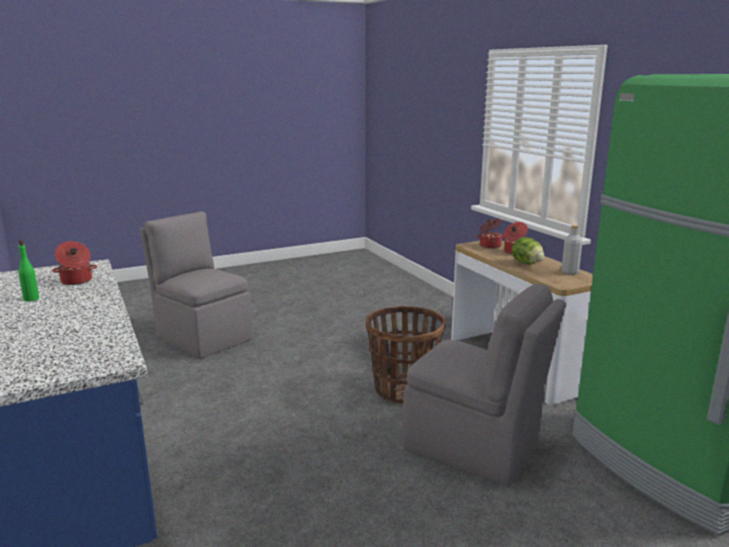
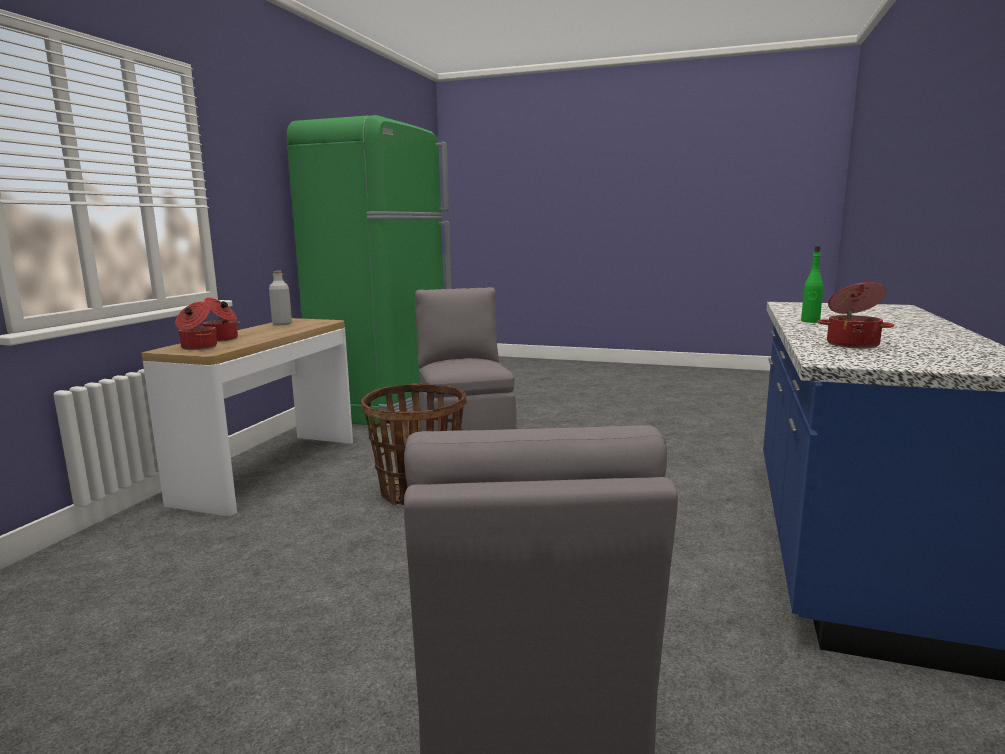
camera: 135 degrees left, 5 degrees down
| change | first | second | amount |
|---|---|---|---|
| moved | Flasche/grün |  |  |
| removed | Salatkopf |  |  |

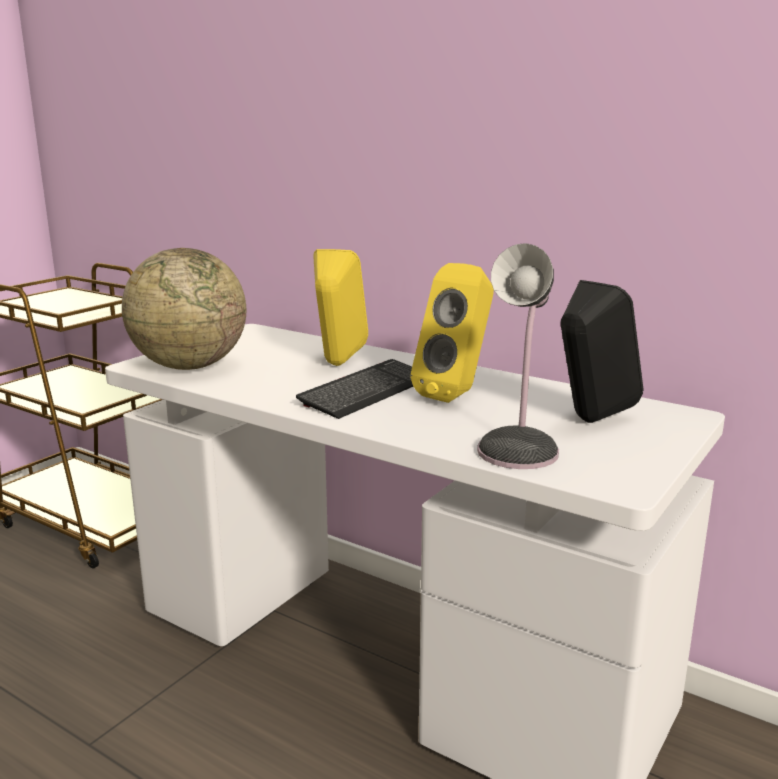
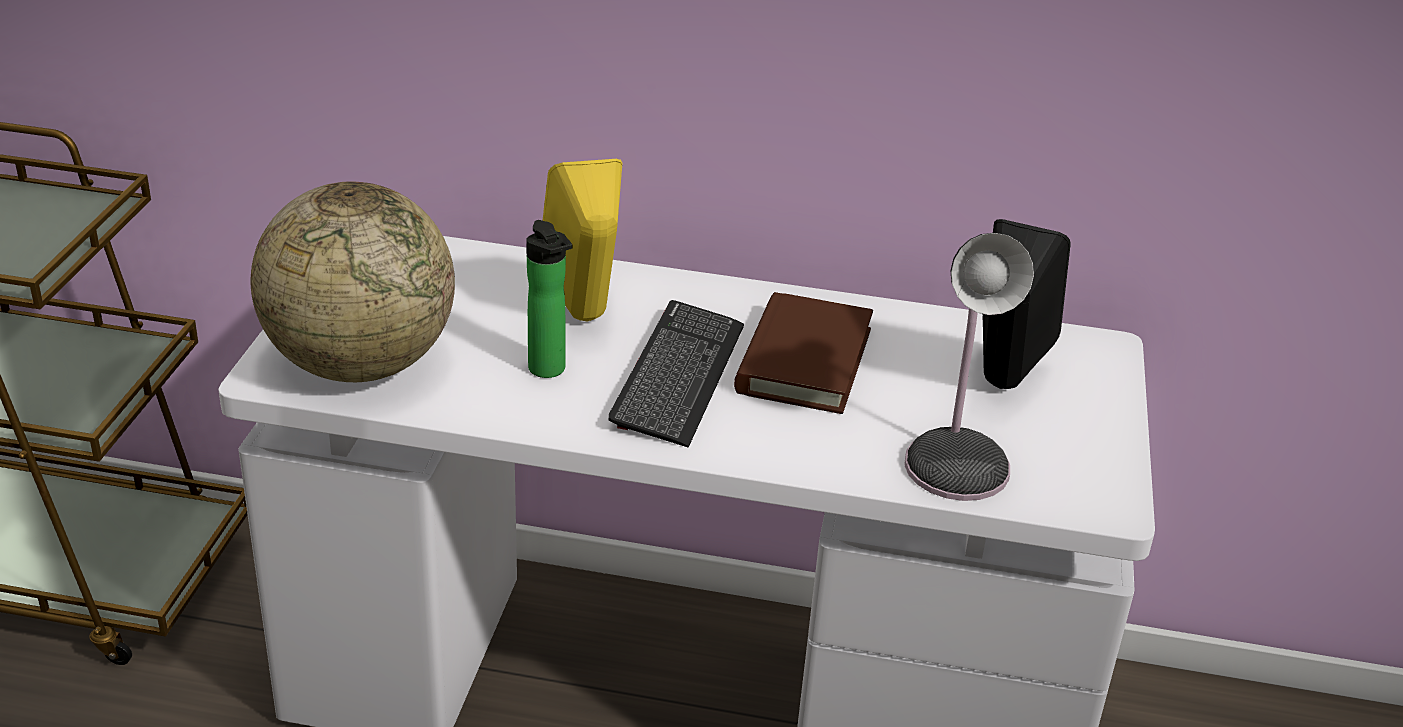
camera: 25 degrees left, 15 degrees up
| change | first | second | amount |
|---|---|---|---|
| replaced | Lautsprecher/gelb (2nd from left) | Buch/braun |  |
| added |  | Flasche |  |

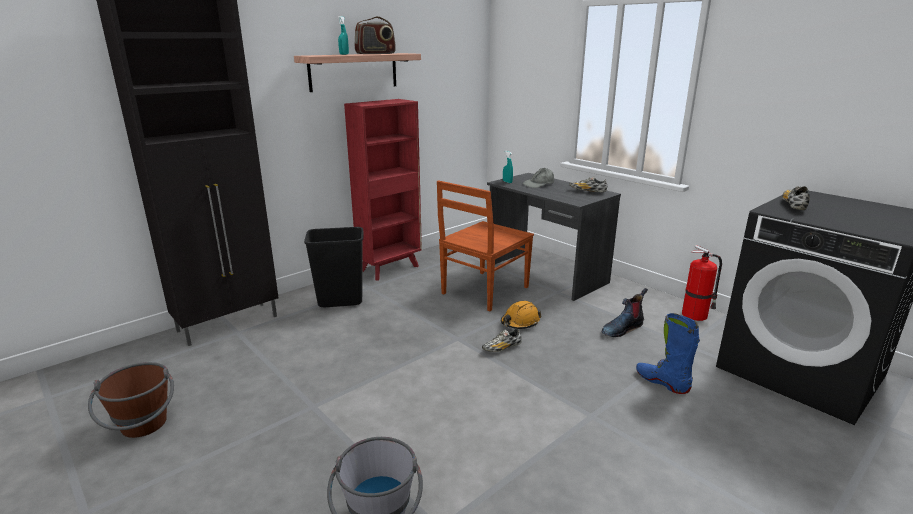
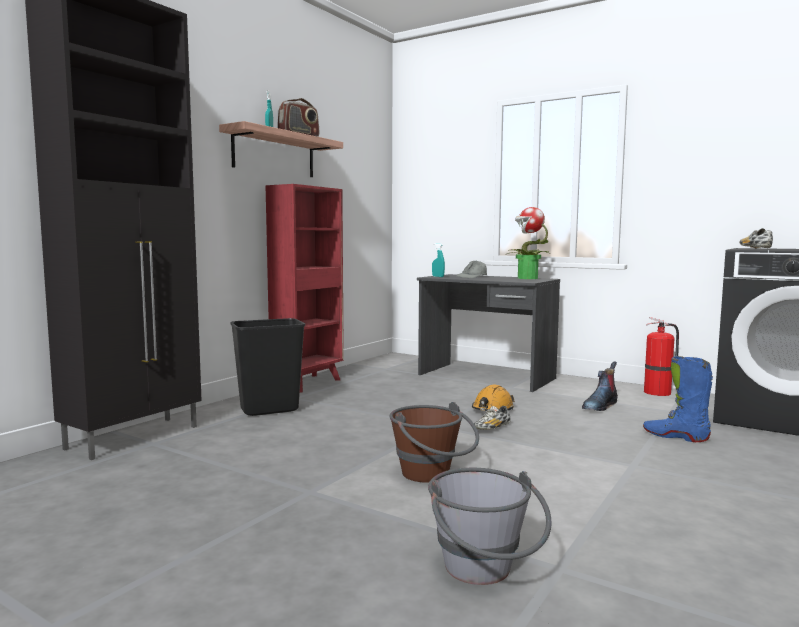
camera: 15 degrees left, 15 degrees down
| change | first | second | amount |
|---|---|---|---|
| moved | Eimer/braun |  |  |
| removed | Stuhl/braun |  |  |
| replaced | Schuh (2nd from left) | Topfpflanze |  |

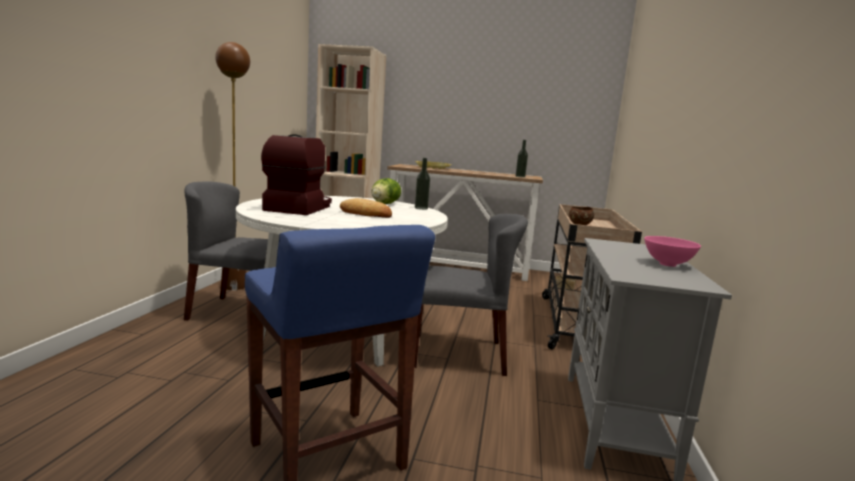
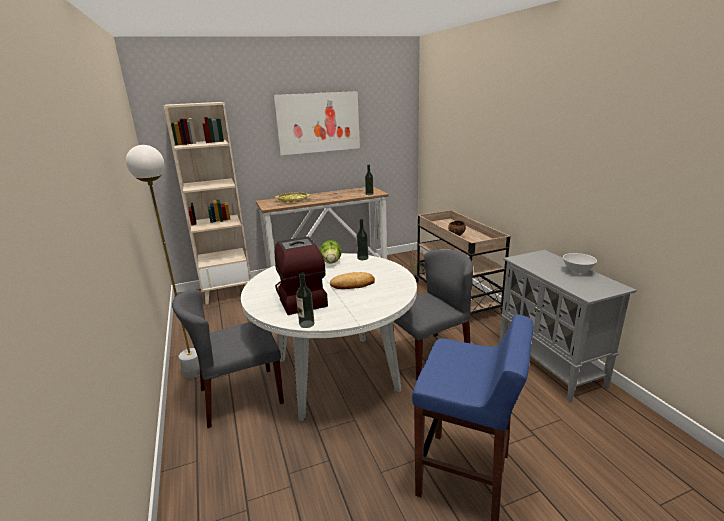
camera: 30 degrees left, 10 degrees up
| change | first | second | amount |
|---|---|---|---|
| recoloured | Stehlampe/braun | Stehlampe/weiß |  |
| recoloured | Schüssel/rosa | Schüssel/weiß |  |
| added |  | Bild |  |
| added |  | Flasche (1st from left) |  |

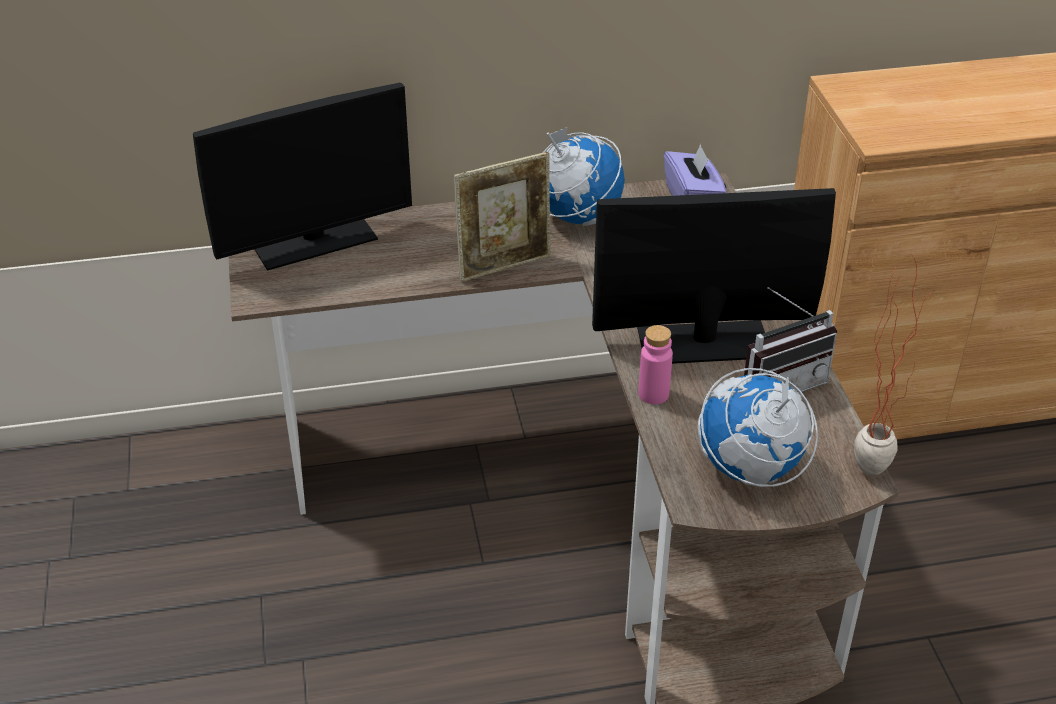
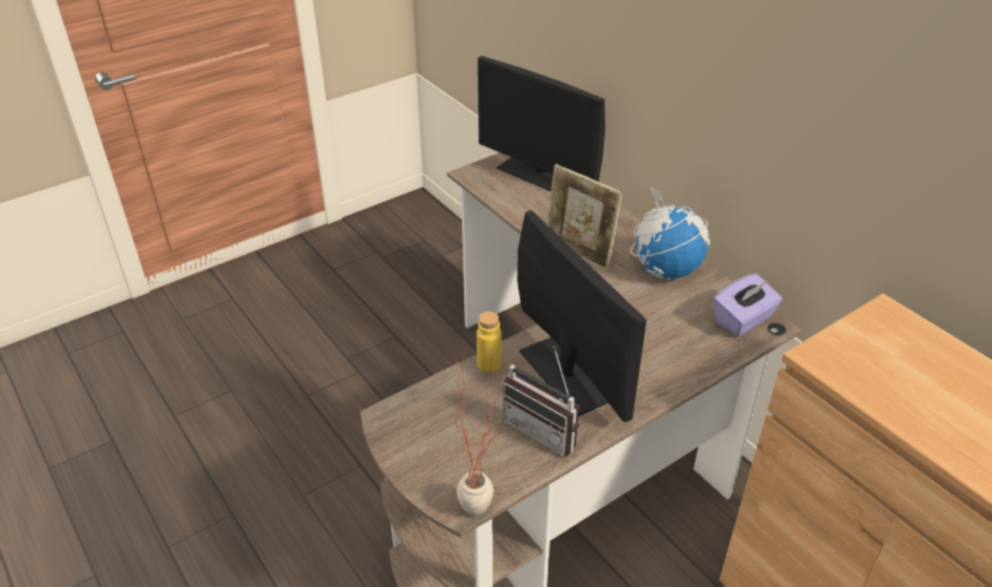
camera: 65 degrees right, 0 degrees up
| change | first | second | amount |
|---|---|---|---|
| recoloured | Flasche/rosa | Flasche/gelb |  |
| removed | Globus (2nd from left) |  |  |

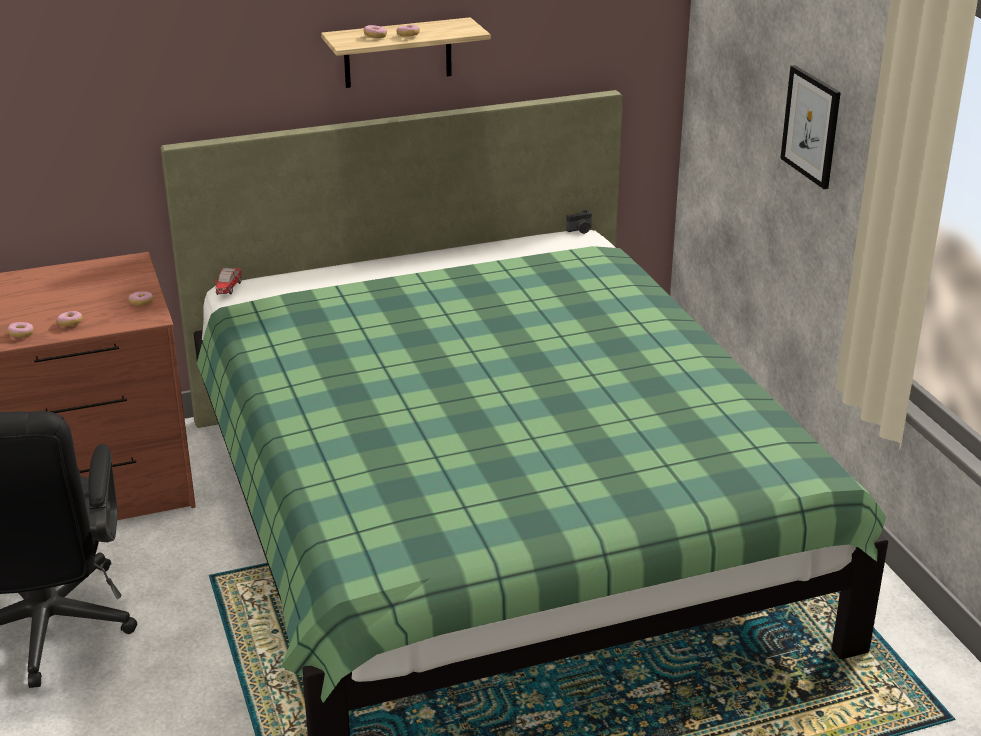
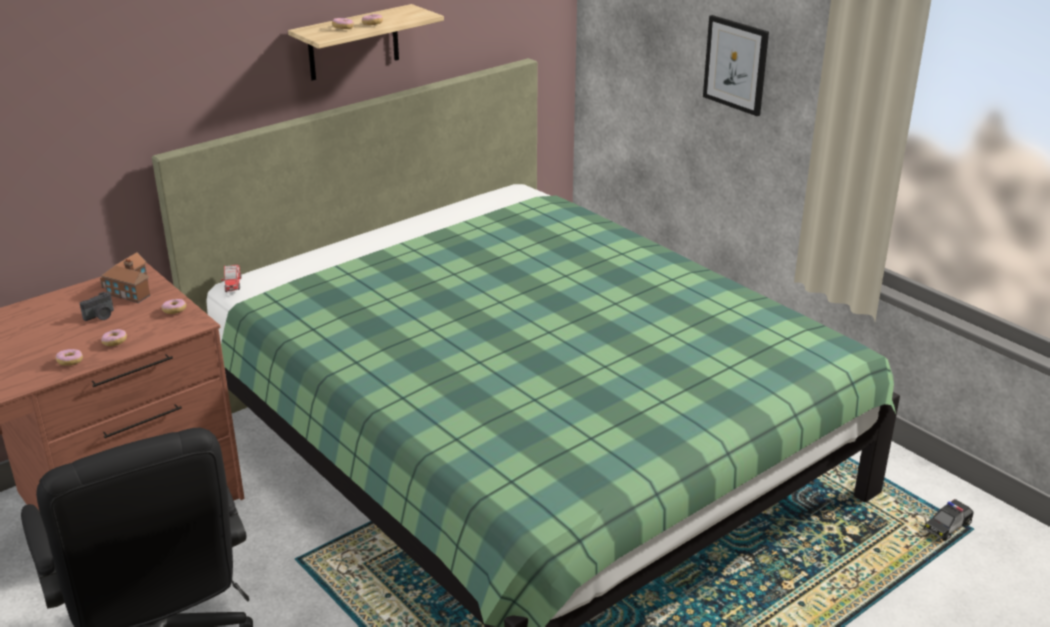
camera: 20 degrees left, 0 degrees up
| change | first | second | amount |
|---|---|---|---|
| moved | Kamera |  |  |
| added |  | Spielzeughaus |  |
| added |  | Spielzeugauto (2nd from left) |  |

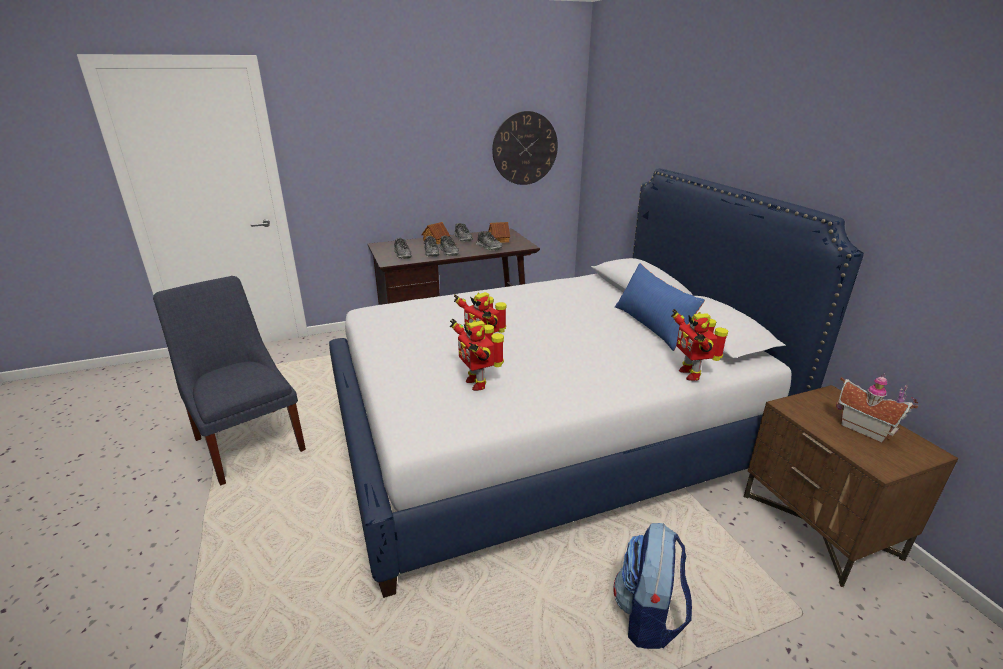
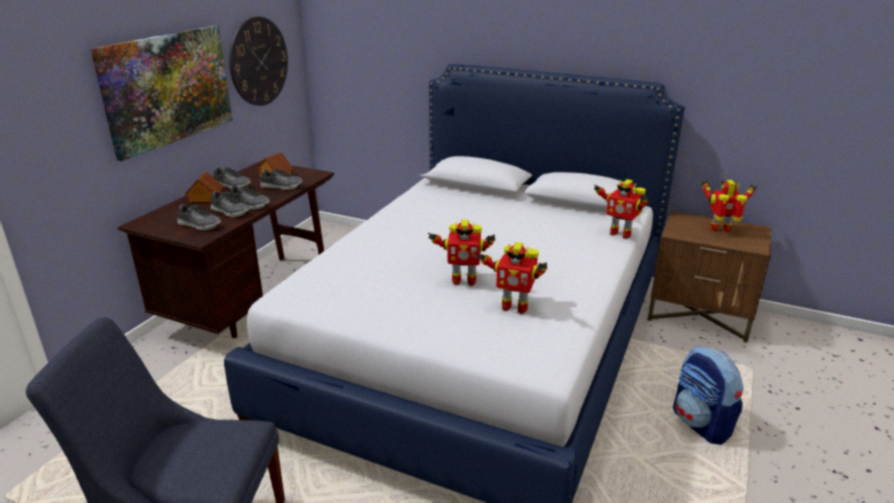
camera: 45 degrees left, 0 degrees up
| change | first | second | amount |
|---|---|---|---|
| removed | Kissen/blau |  |  |
| replaced | Spielzeughaus (3rd from left) | Spielzeugroboter (4th from left) |  |
| added |  | Bild |  |

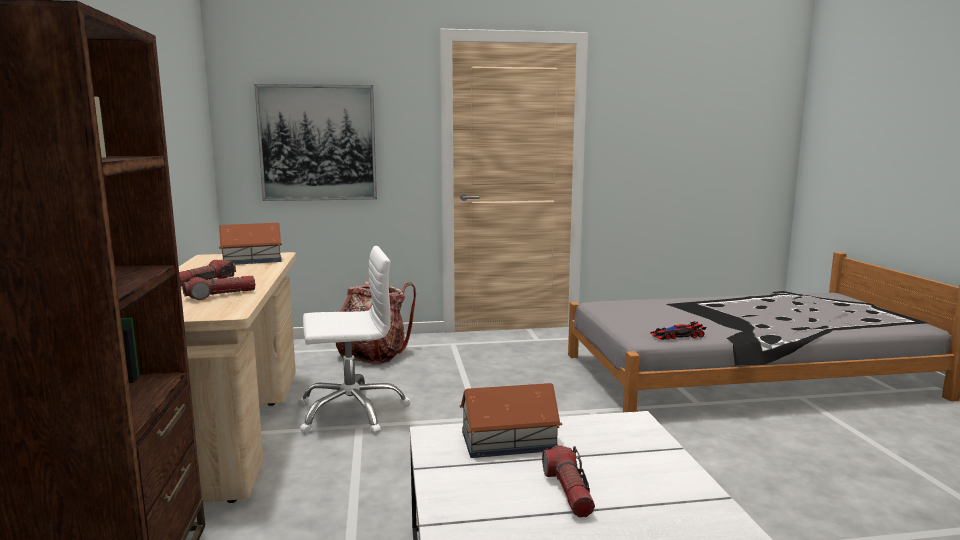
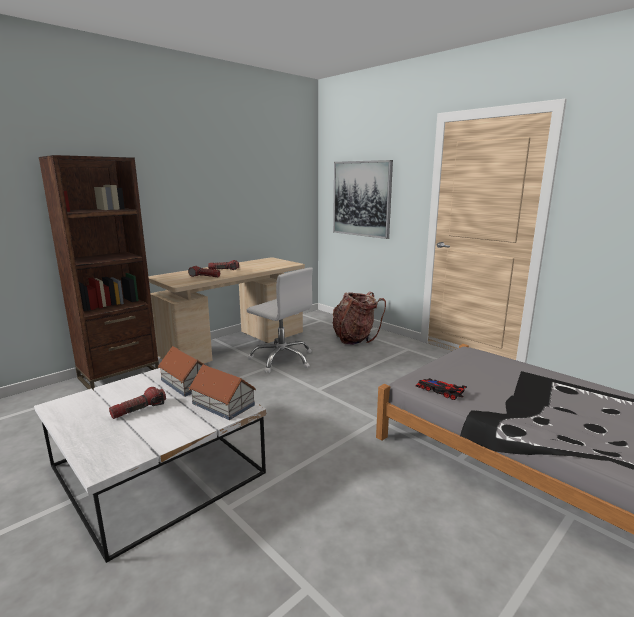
camera: 55 degrees right, 5 degrees up
| change | first | second | amount |
|---|---|---|---|
| moved | Spielzeughaus (1st from left in the first image) | Spielzeughaus (2nd from left) |  |

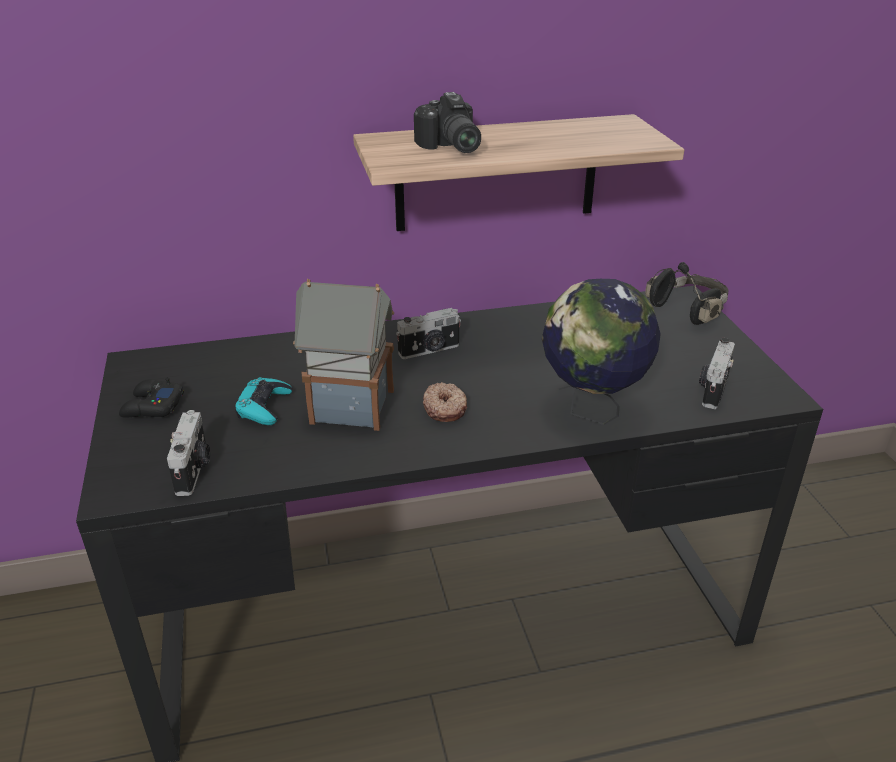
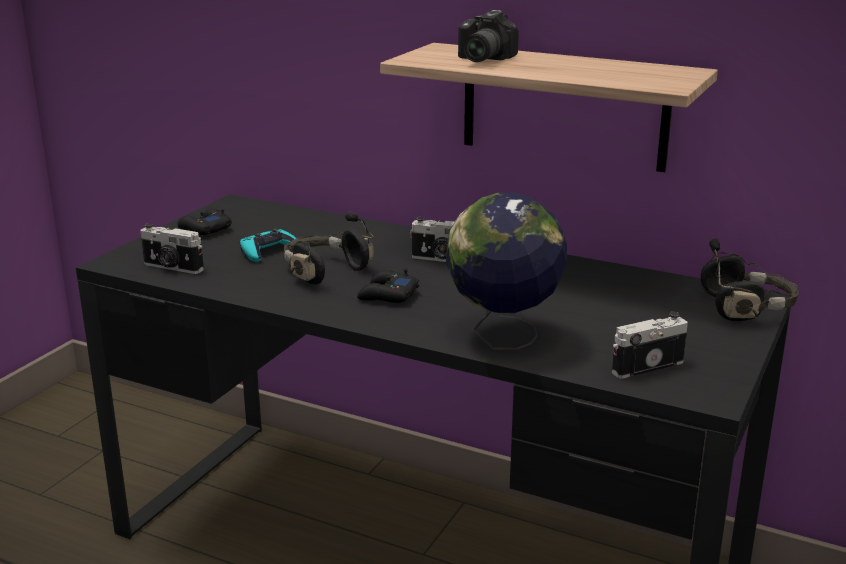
camera: 40 degrees right, 10 degrees down
| change | first | second | amount |
|---|---|---|---|
| turned | Kamera (1st from left) |  | 75 degrees clockwise |
| replaced | Spielzeughaus | Kopfhörer/schwarz (1st from left) |  |
| replaced | Donut | Gamepad/schwarz (2nd from left) |  |

